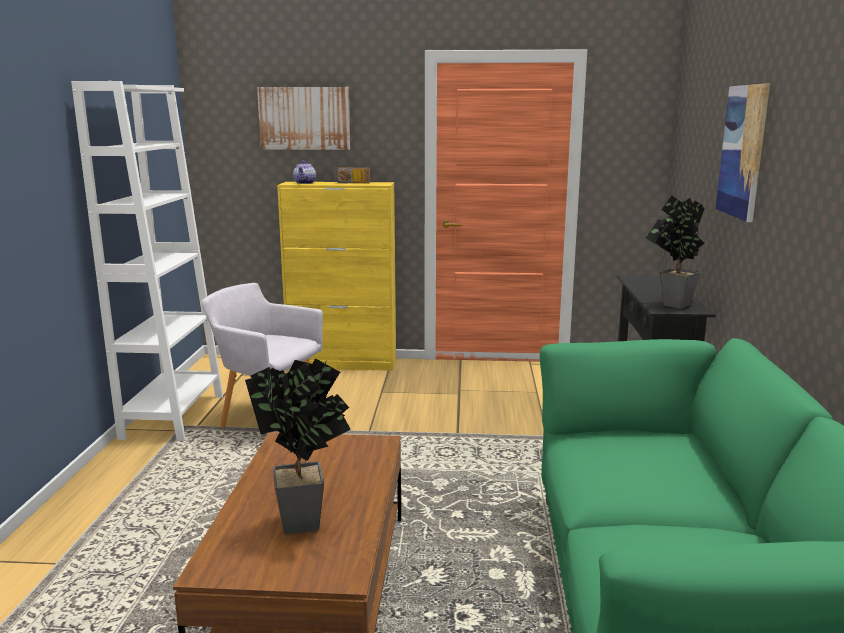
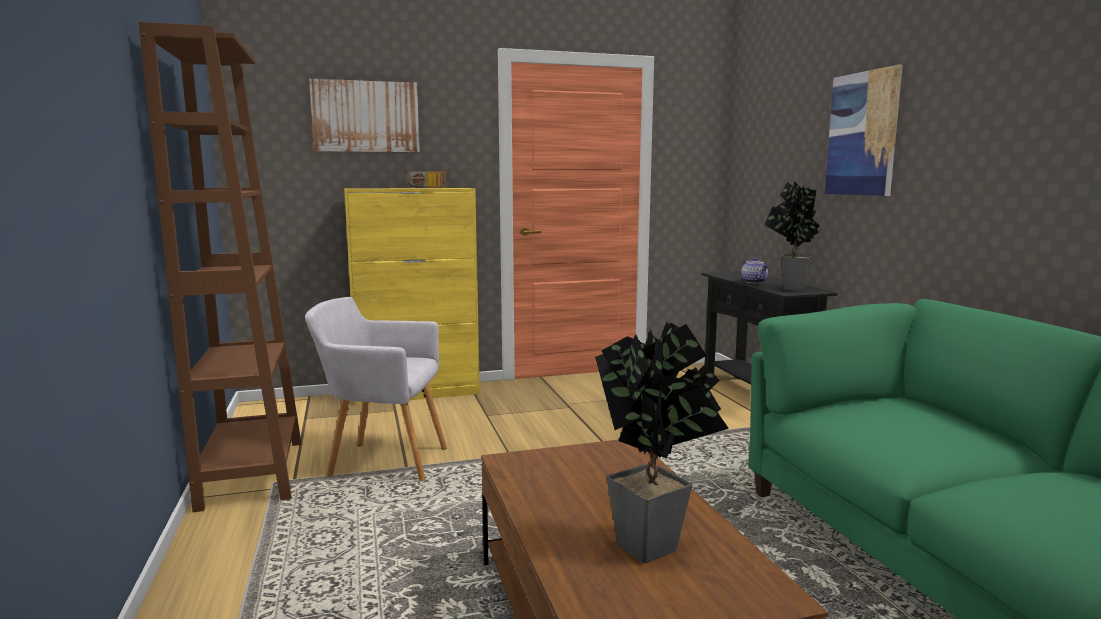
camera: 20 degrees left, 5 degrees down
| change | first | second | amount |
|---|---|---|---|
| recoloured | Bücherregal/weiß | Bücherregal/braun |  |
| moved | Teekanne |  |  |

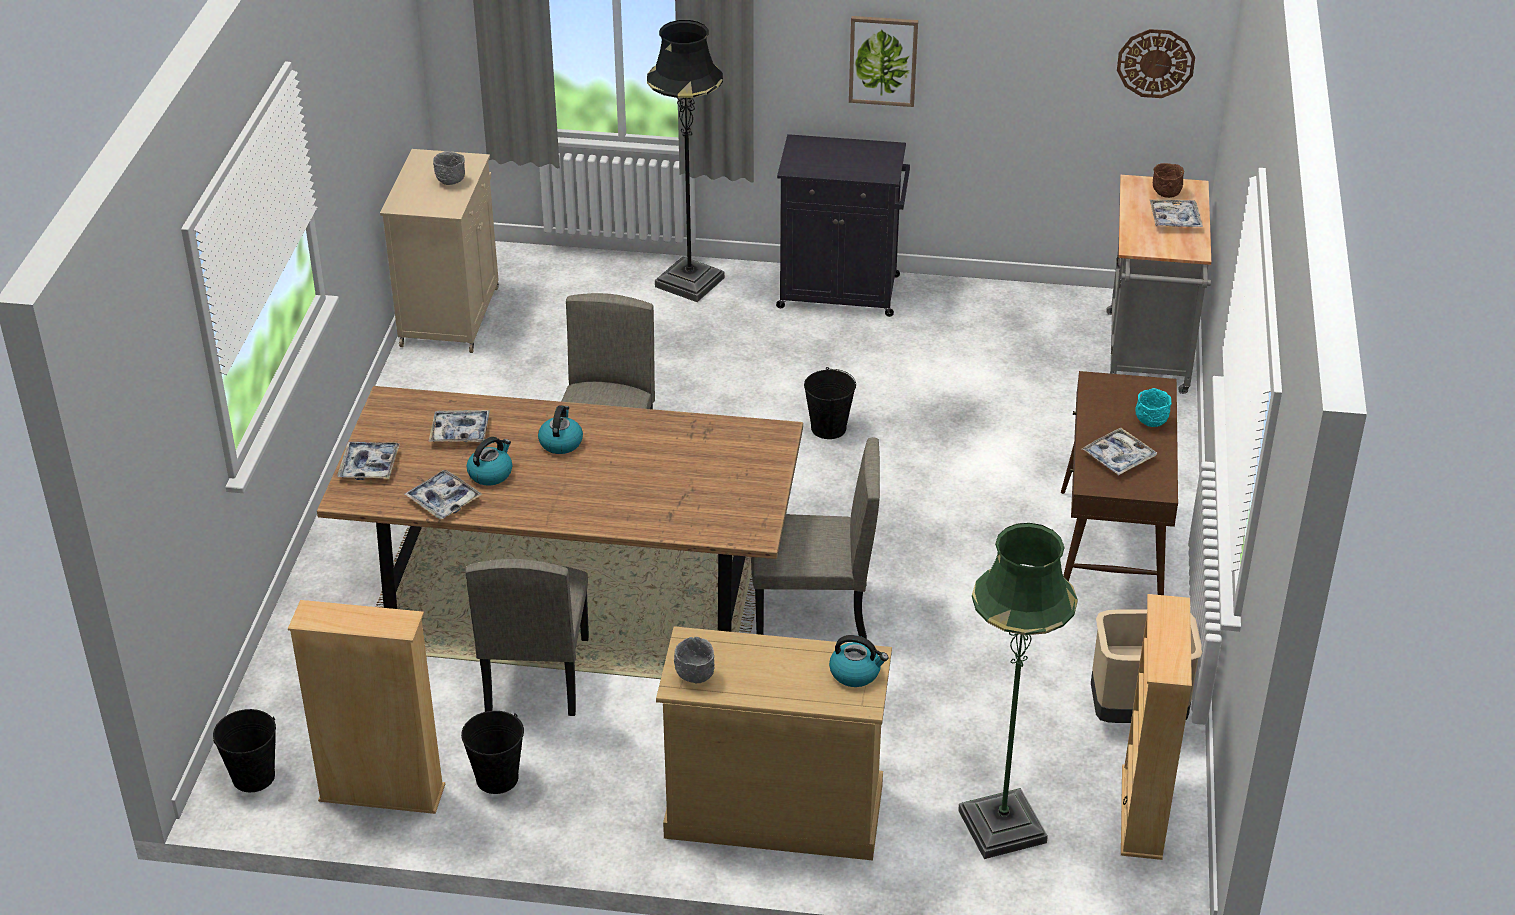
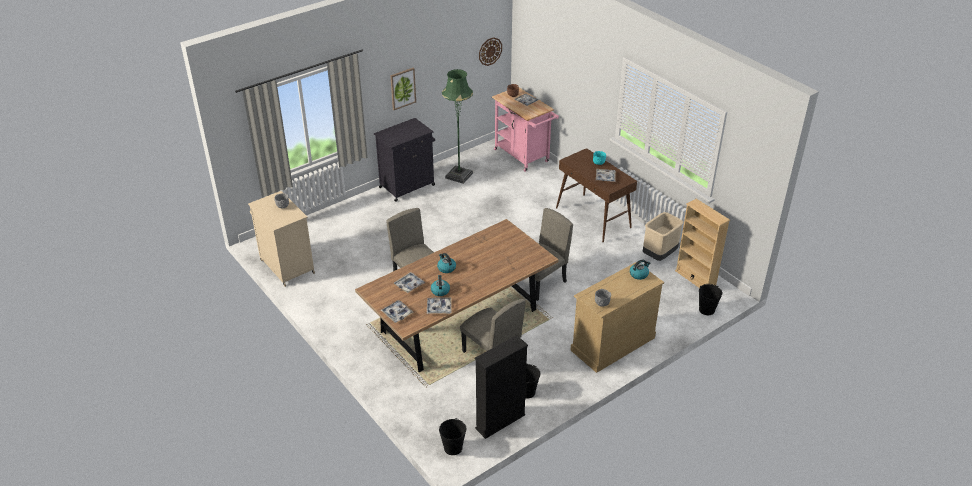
camera: 45 degrees left, 0 degrees up
| change | first | second | amount |
|---|---|---|---|
| recoloured | Bücherregal/beige (1st from left) | Bücherregal/schwarz |  |
| removed | Stehlampe/schwarz |  |  |
| moved | Eimer/schwarz (3rd from left) |  |  |
| moved | Stehlampe/grün |  |  |
| recoloured | Rollwagen/grau | Rollwagen/rosa |  |

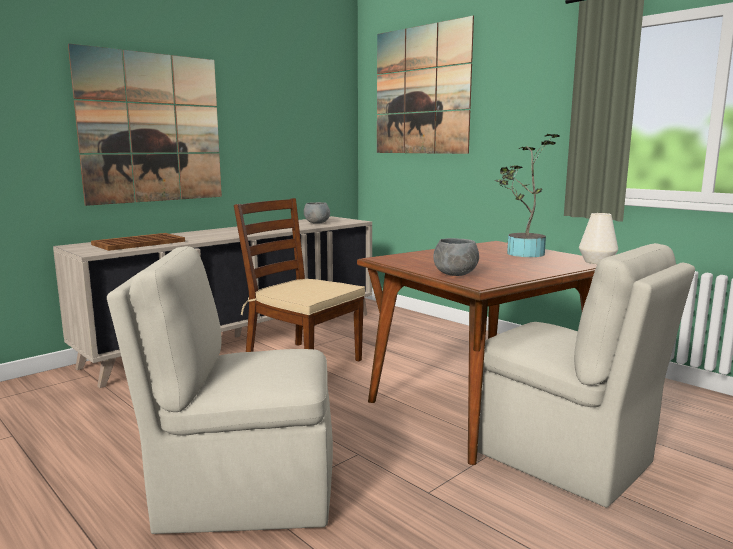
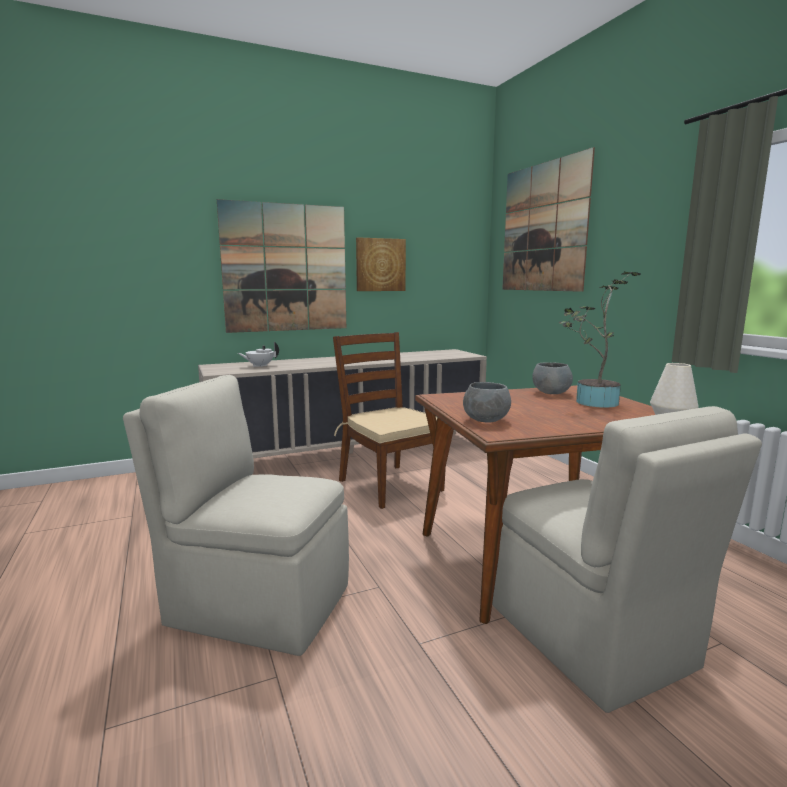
camera: 20 degrees right, 0 degrees up
| change | first | second | amount |
|---|---|---|---|
| replaced | Tablett/braun | Teekanne/weiß |  |
| moved | Schüssel/grau (1st from left in the first image) | Schüssel/grau (2nd from left) |  |
| added |  | Bild (2nd from left) |  |

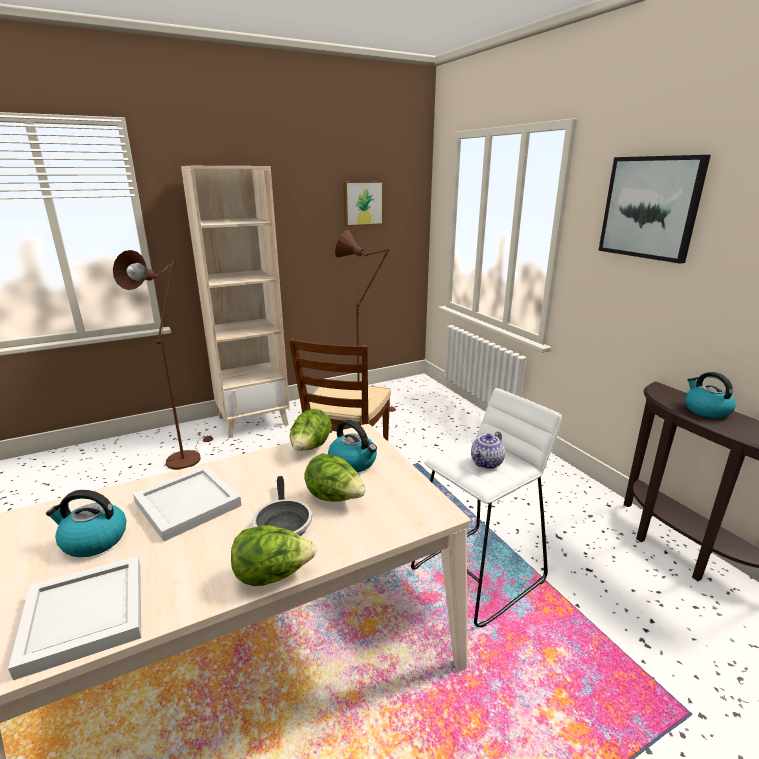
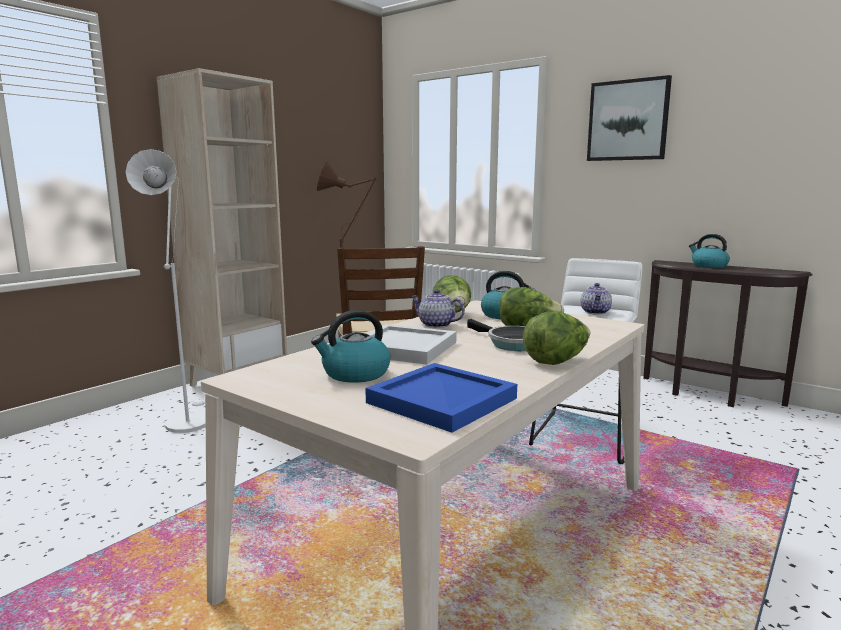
camera: 25 degrees left, 10 degrees down
| change | first | second | amount |
|---|---|---|---|
| recoloured | Tablett/weiß (1st from left) | Tablett/blau |  |
| recoloured | Stehlampe/braun (1st from left) | Stehlampe/weiß |  |
| removed | Bild (1st from left) |  |  |
| added |  | Teekanne (1st from left) |  |

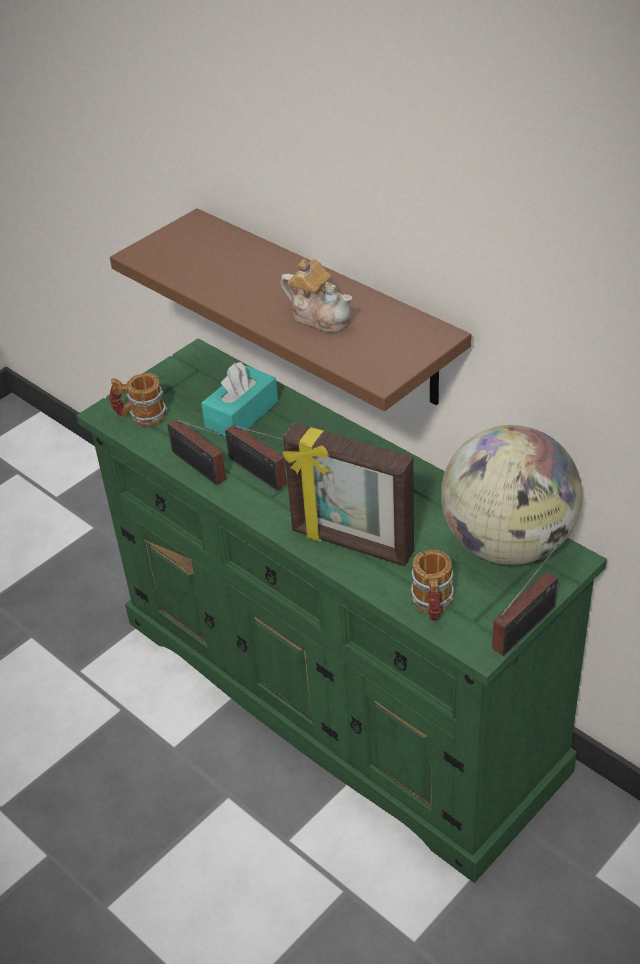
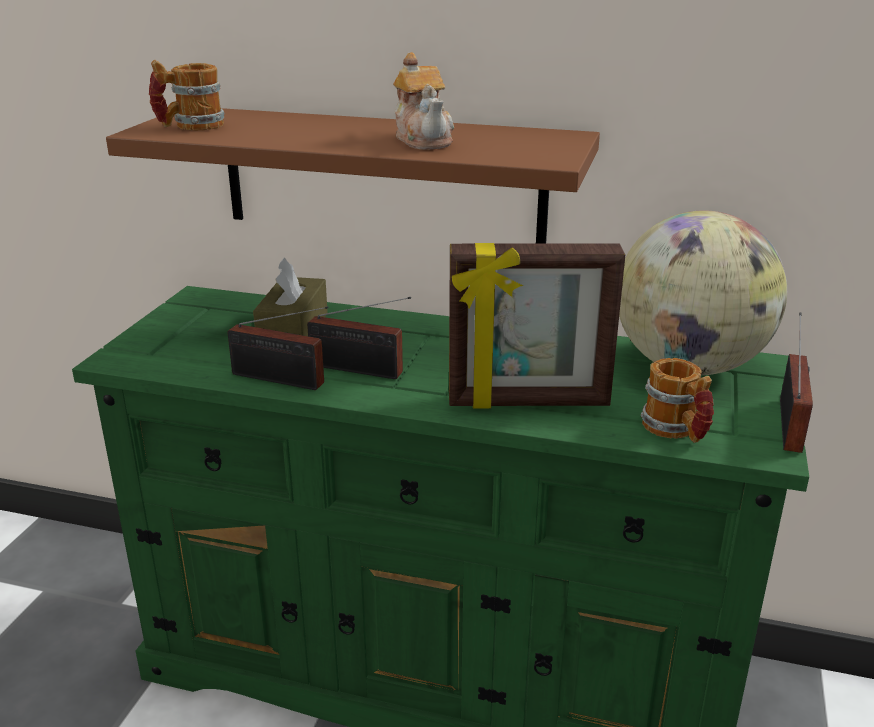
camera: 30 degrees left, 15 degrees down
| change | first | second | amount |
|---|---|---|---|
| moved | Henkelbecher (1st from left) |  |  |
| recoloured | Taschentuchbox/türkis | Taschentuchbox/braun |  |
| turned | Teekanne |  | 60 degrees clockwise |

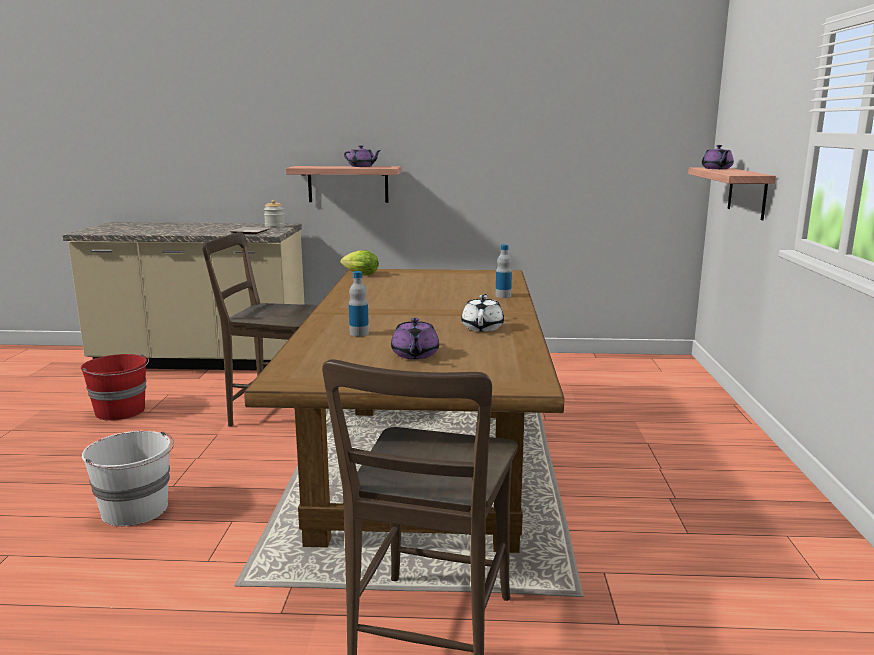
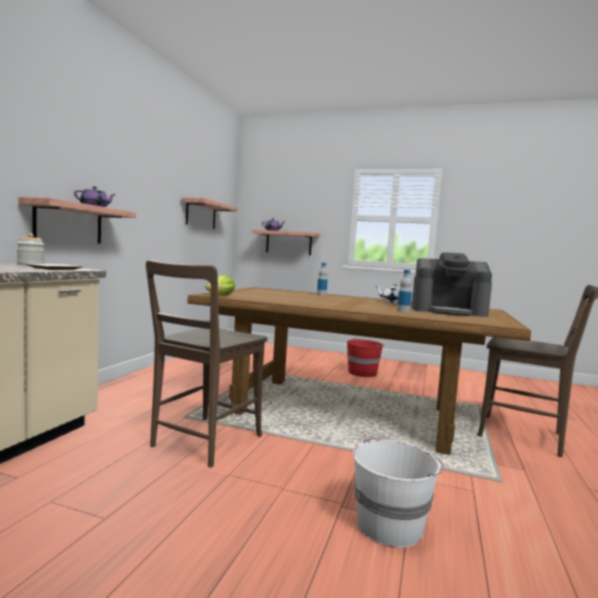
camera: 75 degrees left, 10 degrees down
| change | first | second | amount |
|---|---|---|---|
| moved | Eimer/rot |  |  |
| replaced | Teekanne/lila (2nd from left) | Kaffeemaschine |  |
| added |  | Wandregal (2nd from left) |  |

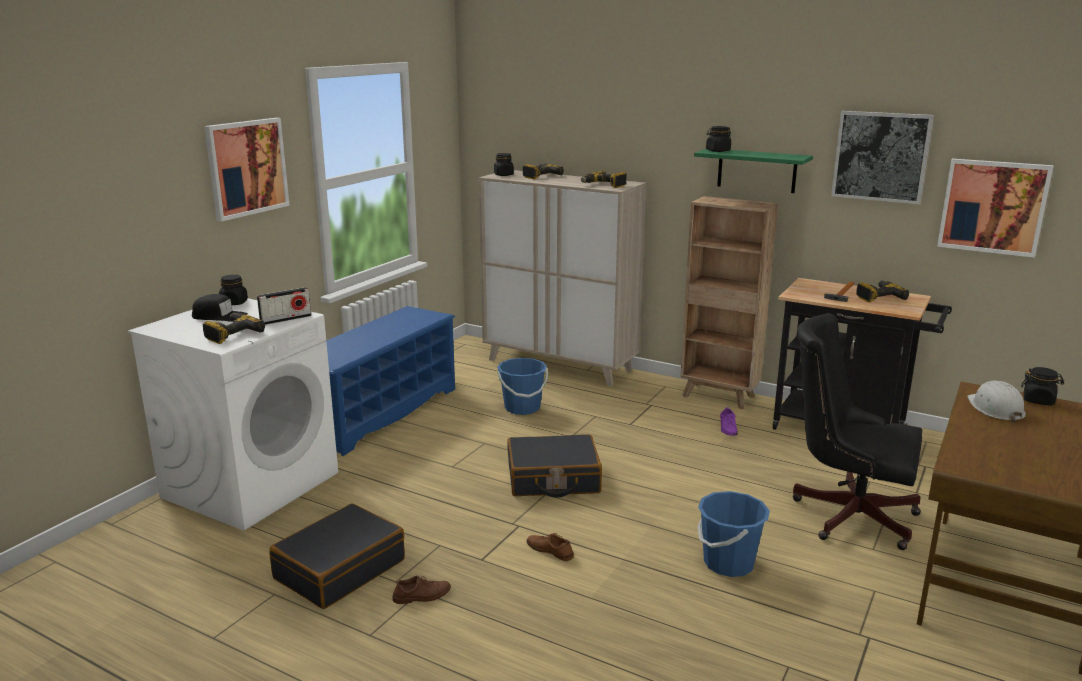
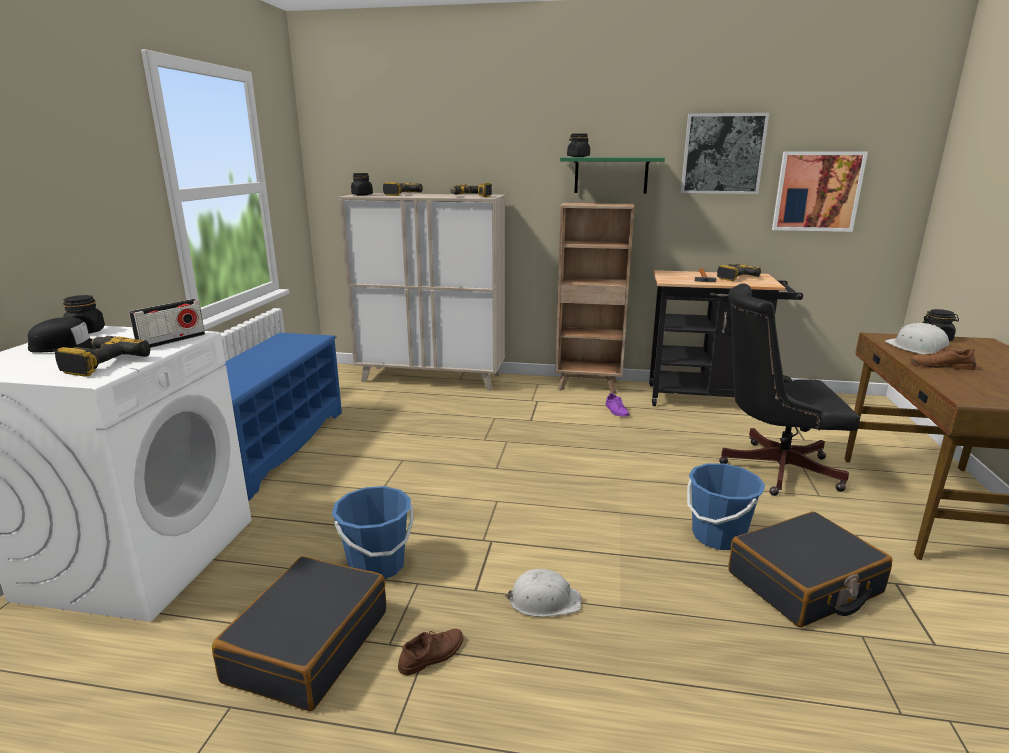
camera: 20 degrees left, 0 degrees up
| change | first | second | amount |
|---|---|---|---|
| removed | Bild (1st from left) |  |  |
| moved | Eimer/blau (1st from left) |  |  |
| moved | Koffer/schwarz (2nd from left) |  |  |
| moved | Schuh/braun (2nd from left) |  |  |
| added |  | Schutzhelm/weiß (1st from left) |  |

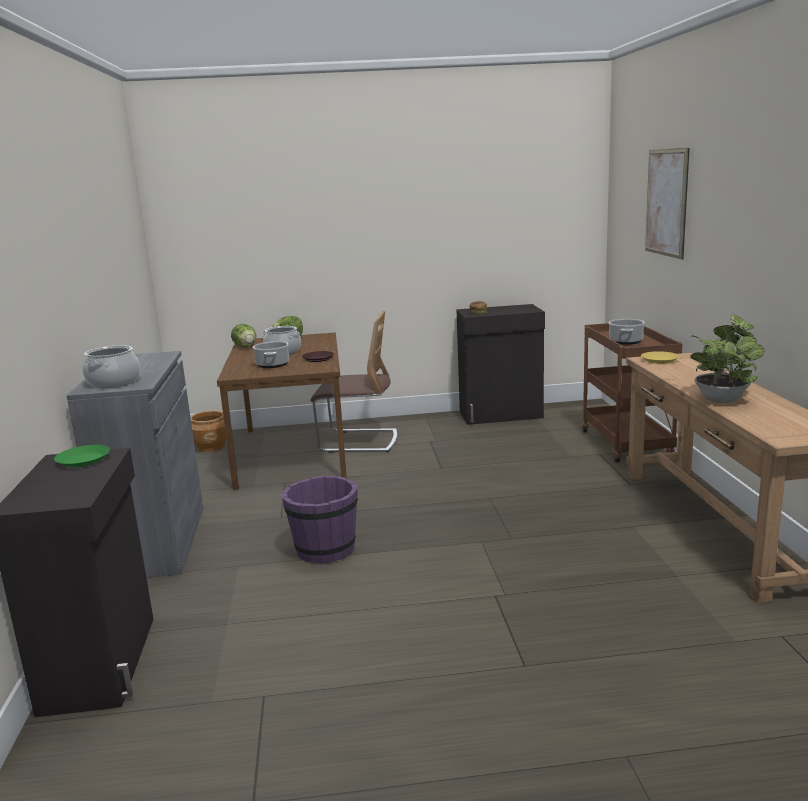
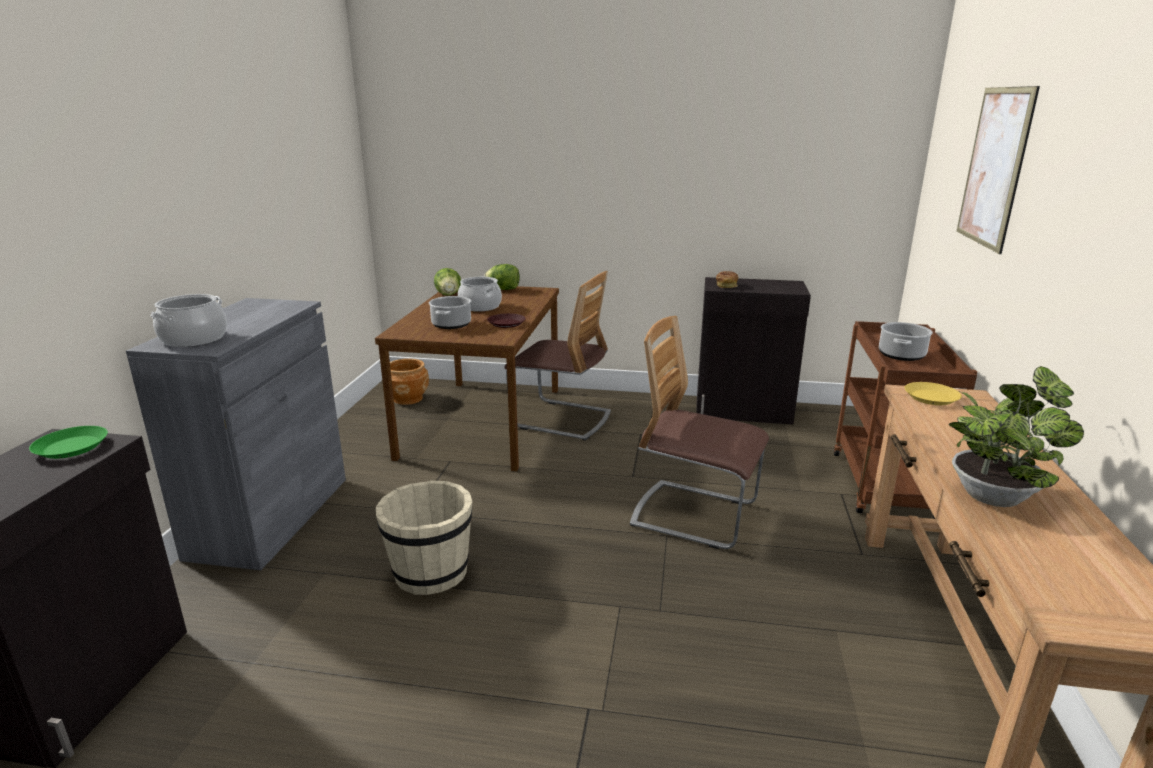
camera: 15 degrees right, 5 degrees up
| change | first | second | amount |
|---|---|---|---|
| recoloured | Eimer/lila | Eimer/beige |  |
| added |  | Stuhl (2nd from left) |  |

